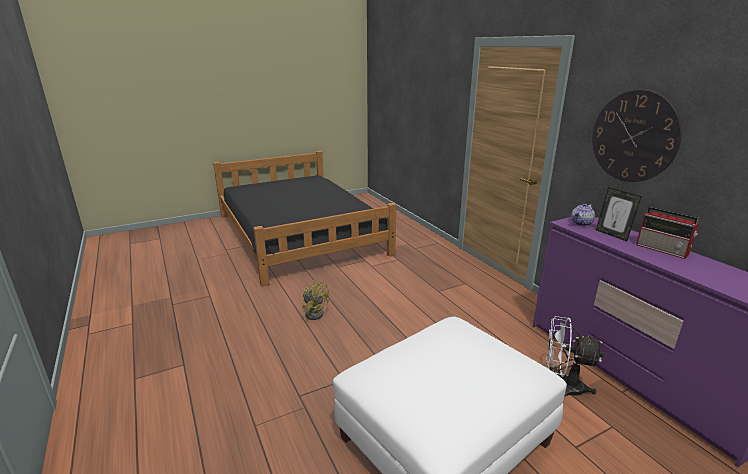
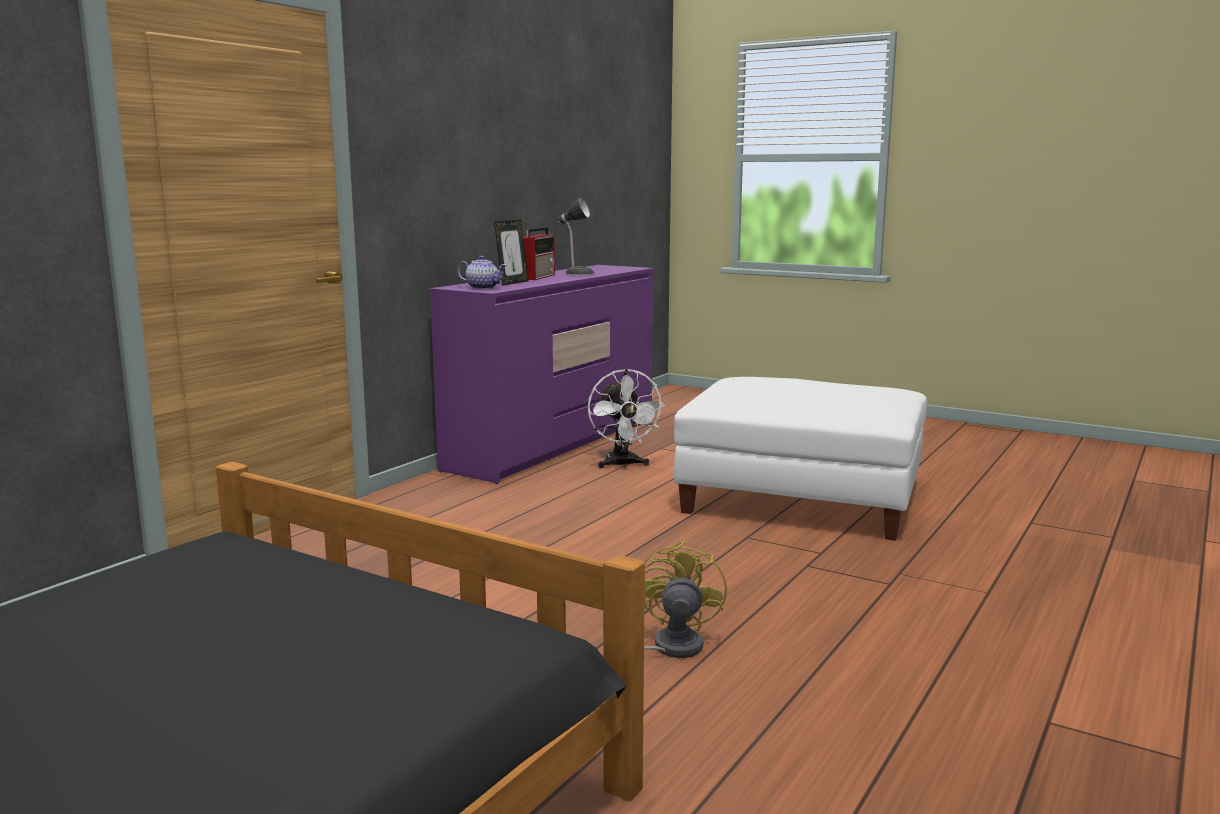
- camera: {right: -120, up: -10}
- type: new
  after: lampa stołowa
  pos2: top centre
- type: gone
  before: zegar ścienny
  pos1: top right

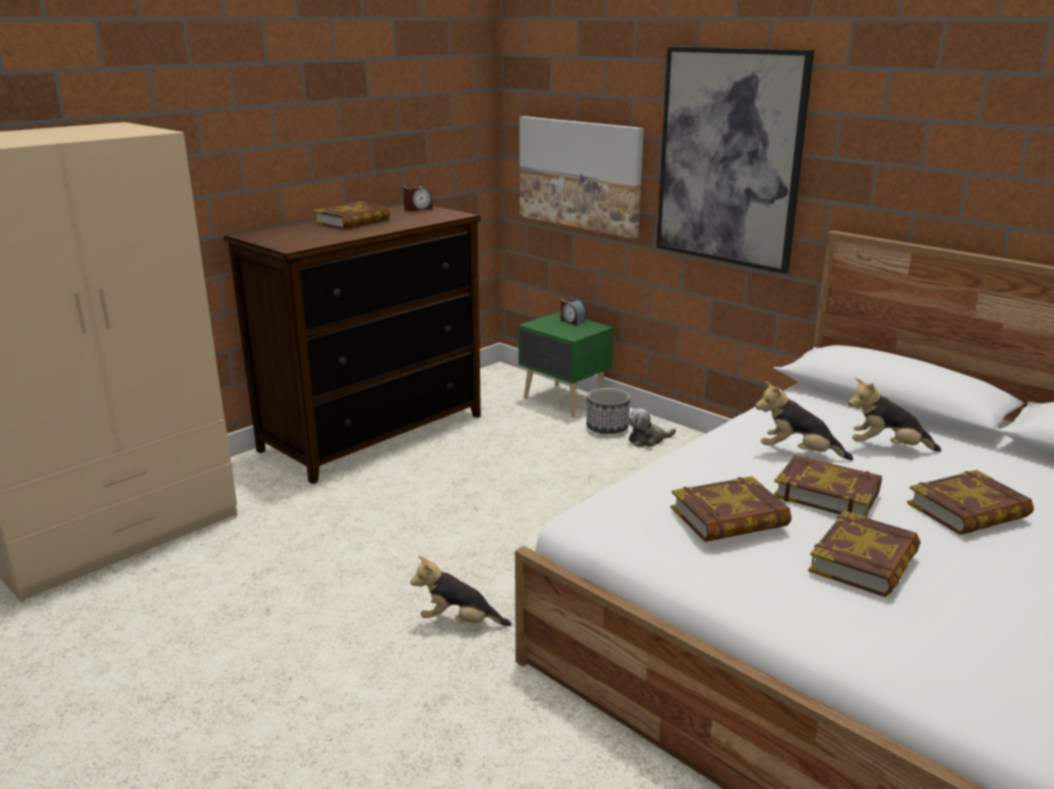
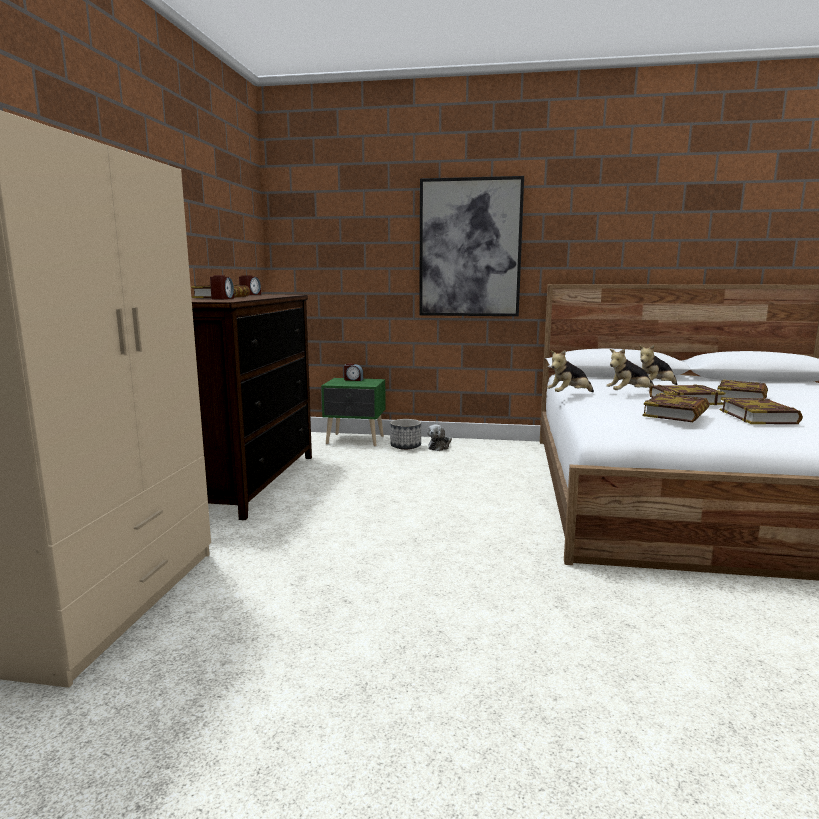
- camera: {right: -35, up: -10}
- type: new
  after: budzik (no. 1 from left)
  pos2: middle left
- type: shifted
  before: pluszak (no. 1 from left in the first image)
  after: pluszak (no. 2 from left)
  pos1: bottom centre
  pos2: middle right
- type: gone
  before: obraz (no. 1 from left)
  pos1: top centre

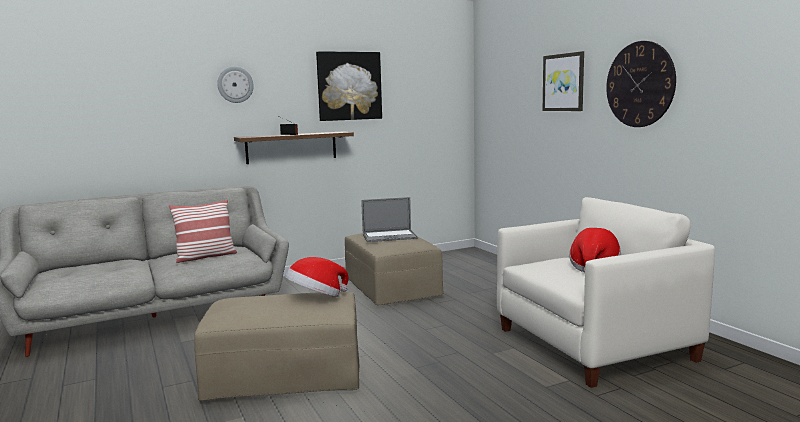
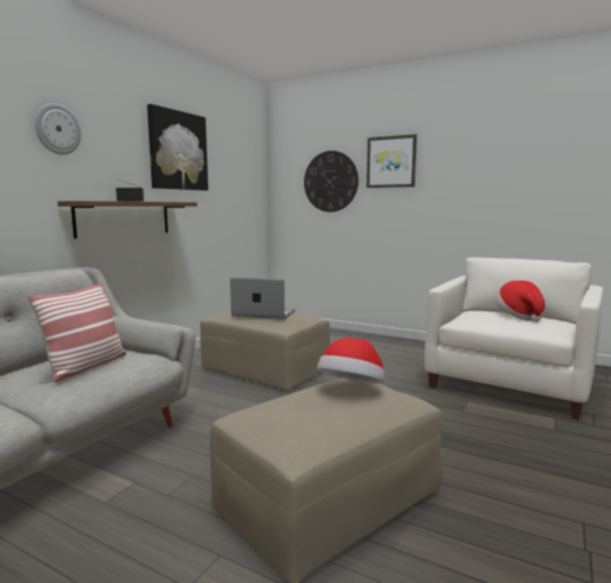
- camera: {right: -35, up: 0}
- type: rotated
  before: laptop
  pos1: centre
  pos2: centre
  turn: -120
- type: shifted
  before: zegar ścienny (no. 2 from left)
  pos1: top right
  pos2: top centre

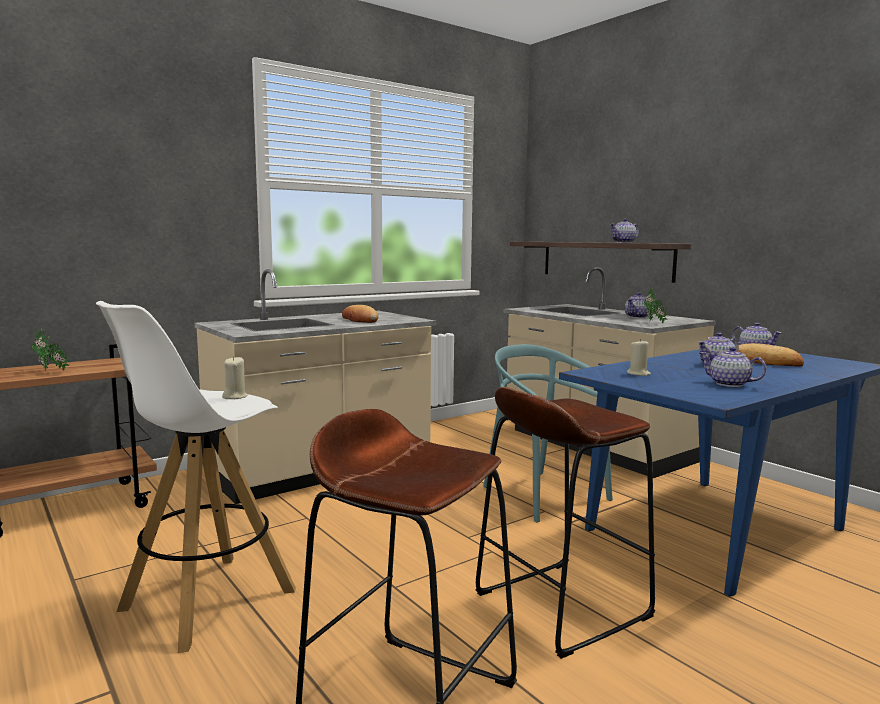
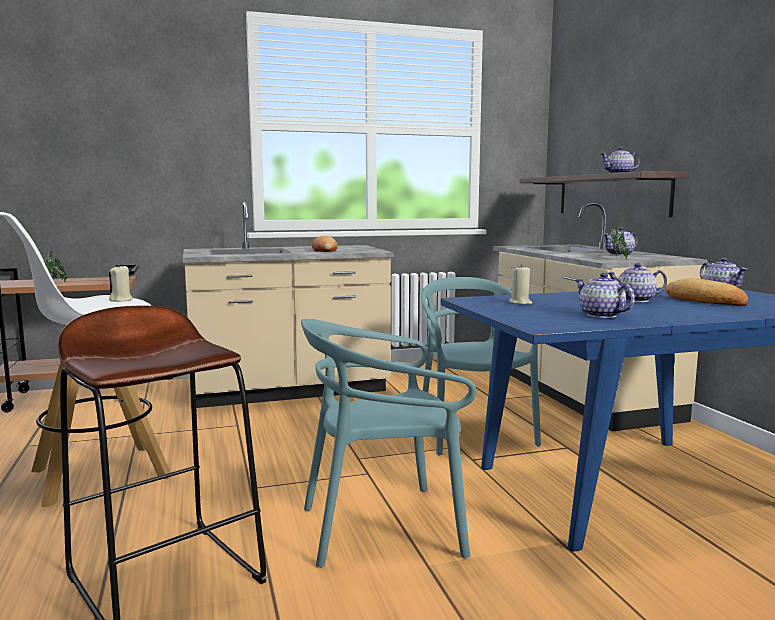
- camera: {right: 20, up: 0}
- type: swapped
  before: stołek/brązowy (no. 2 from left)
  after: krzesło/turkusowy (no. 1 from left)
  pos1: bottom centre
  pos2: bottom centre

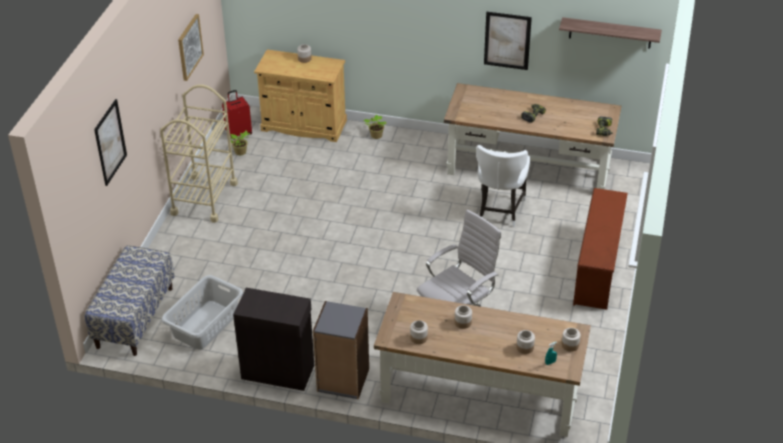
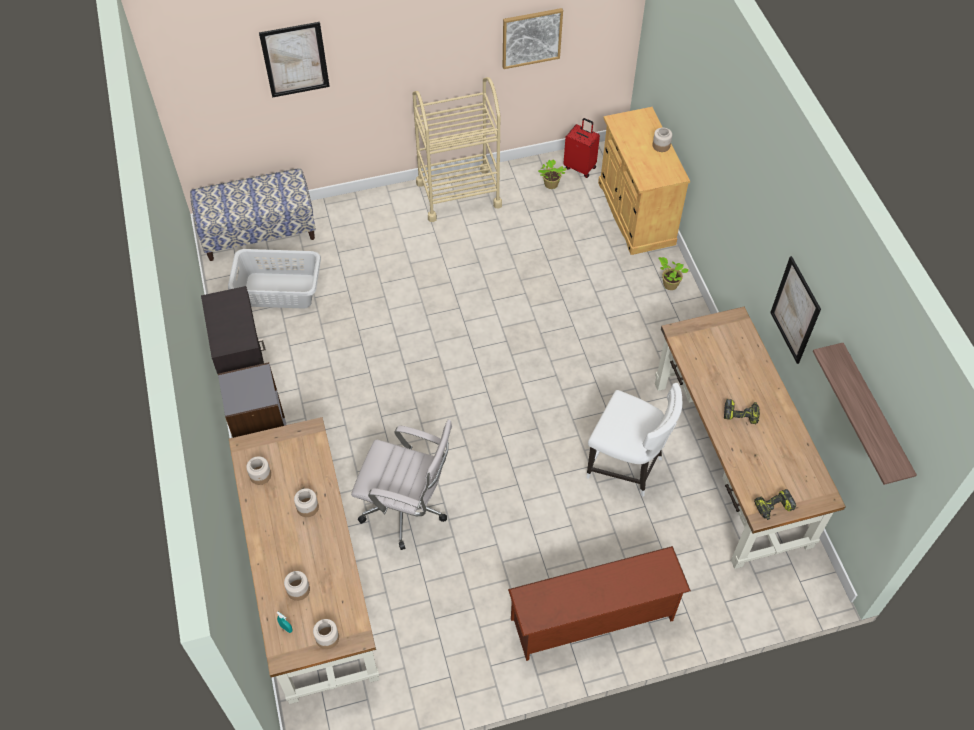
- camera: {right: 60, up: 15}
- type: rotated
  before: krzesło/biały
  pos1: centre
  pos2: centre
  turn: -135

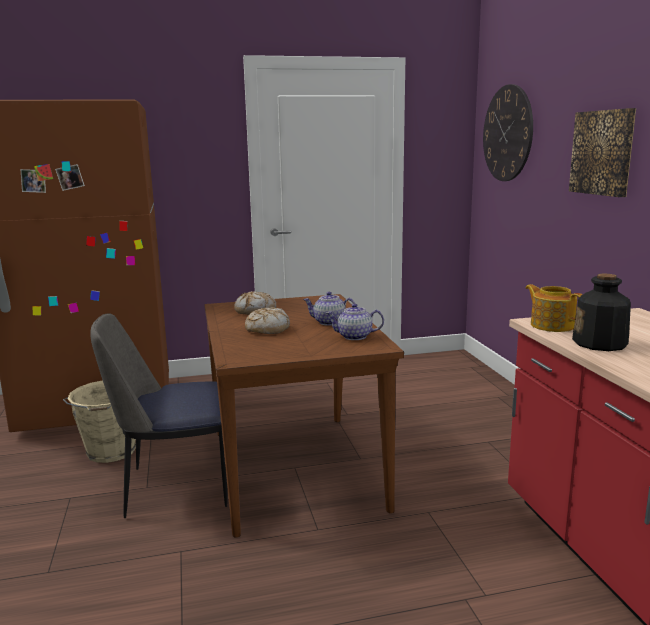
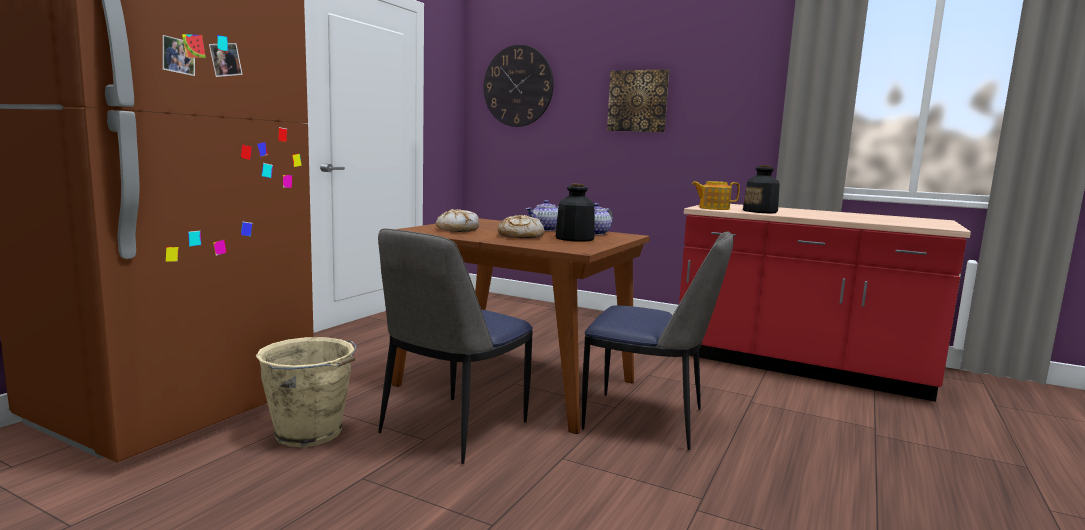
- camera: {right: -50, up: -5}
- type: new
  after: butelka (no. 1 from left)
  pos2: centre
- type: new
  after: krzesło (no. 2 from left)
  pos2: centre

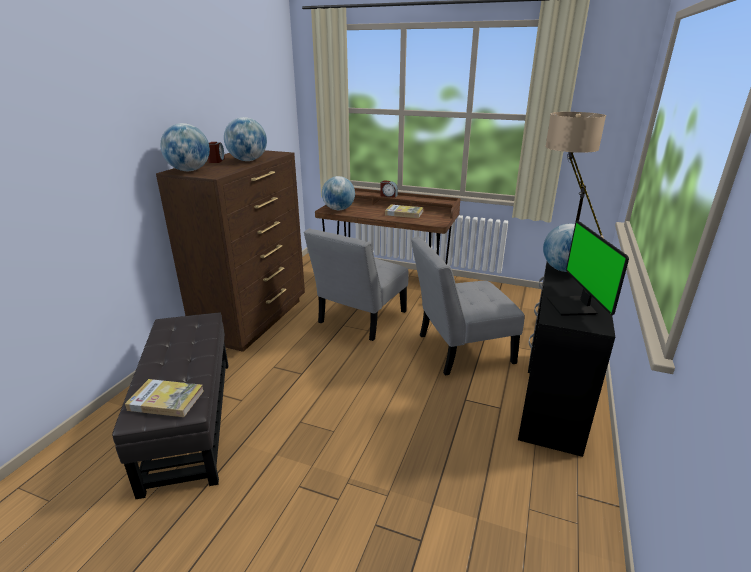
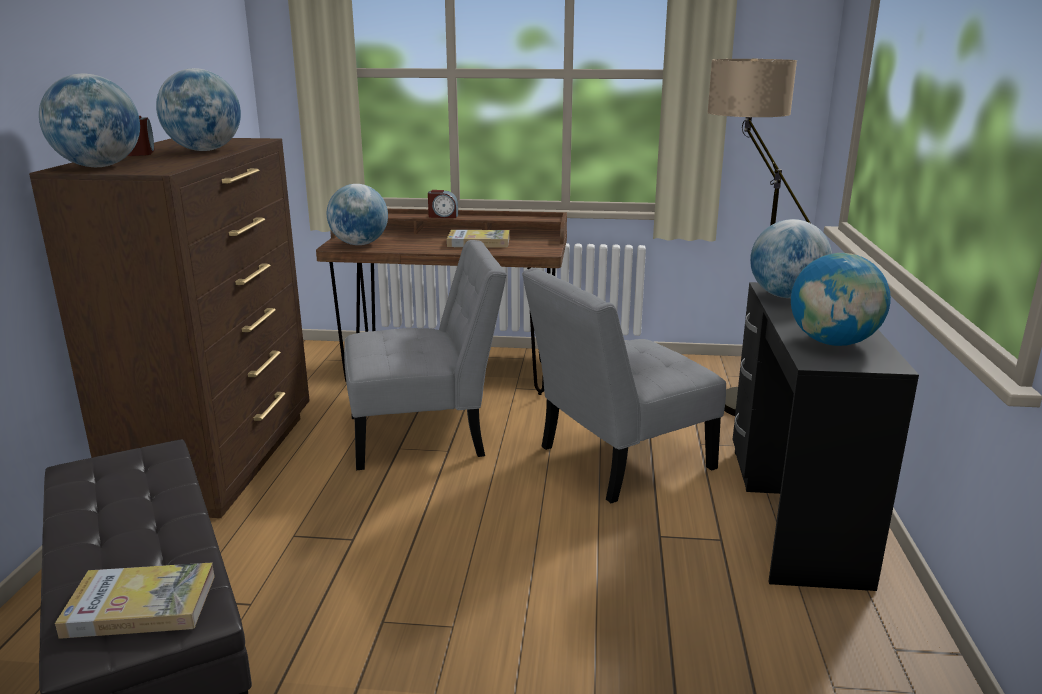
- camera: {right: -15, up: -5}
- type: rotated
  before: krzesło/szary (no. 1 from left)
  pos1: centre
  pos2: centre
  turn: -120
- type: swapped
  before: monitor
  after: globus (no. 5 from left)
  pos1: middle right
  pos2: middle right

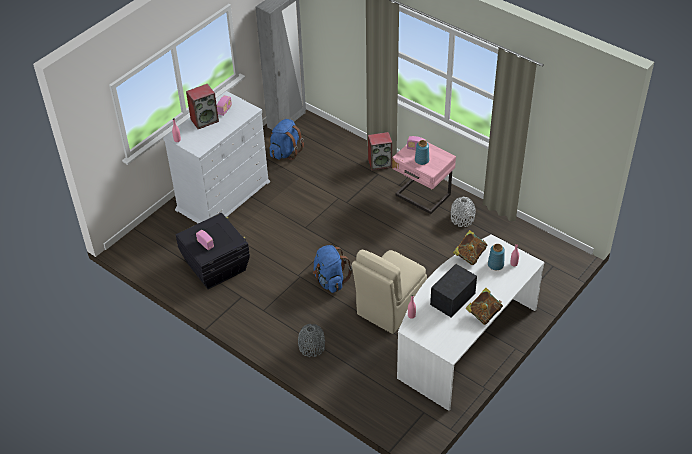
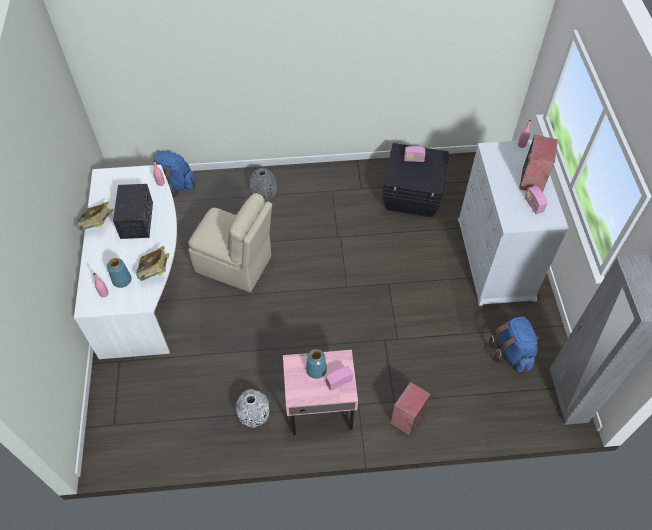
- camera: {right: 135, up: 10}
- type: shifted
  before: plecak/niebieski (no. 2 from left in the first image)
  after: plecak/niebieski (no. 1 from left)
  pos1: centre
  pos2: top left
- type: rotated
  before: krzesło/beżowy
  pos1: centre
  pos2: centre
  turn: 120

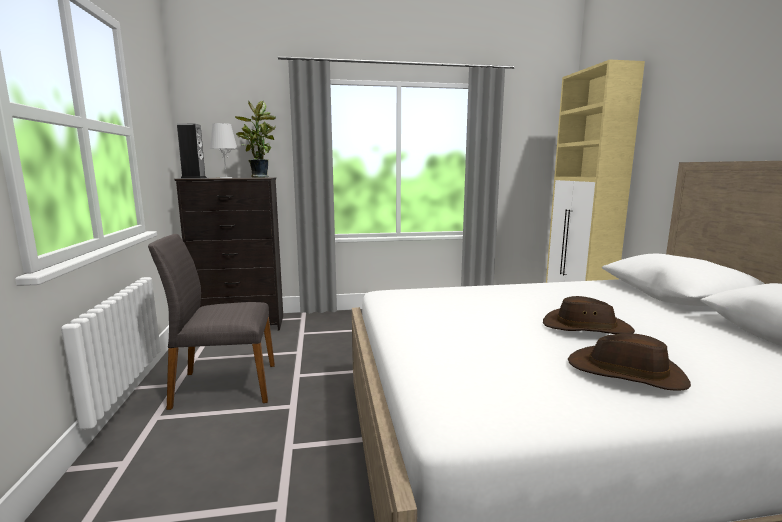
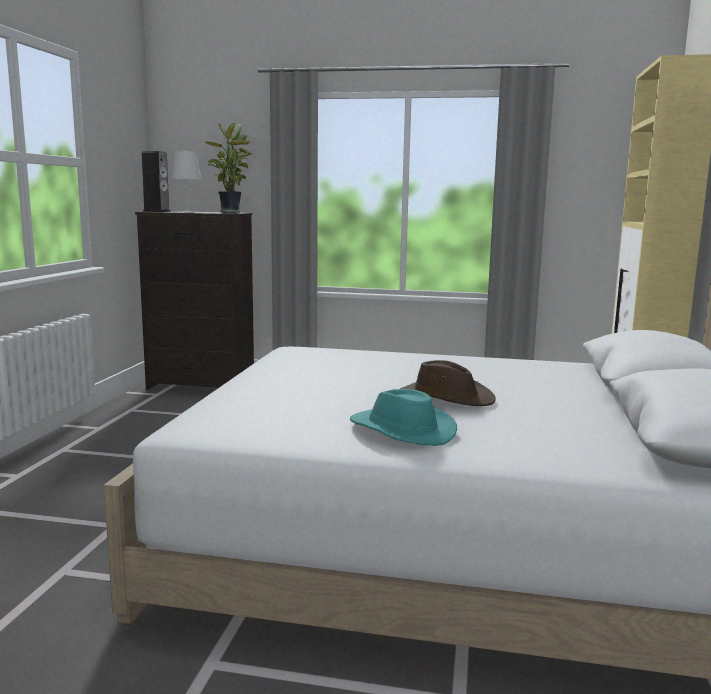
- camera: {right: 20, up: 0}
- type: repainted
  before: kapelusz/brązowy (no. 2 from left)
  after: kapelusz/turkusowy
  pos1: bottom right
  pos2: centre
- type: gone
  before: krzesło/szary
  pos1: middle left

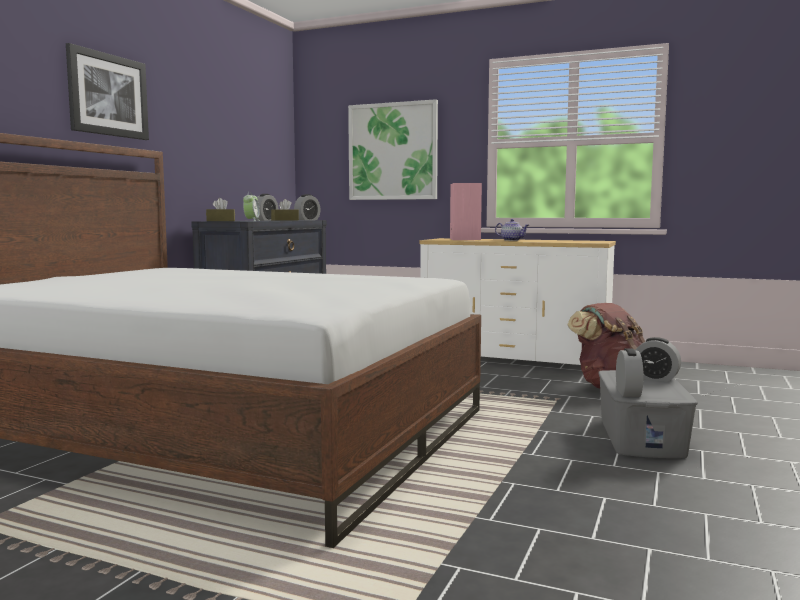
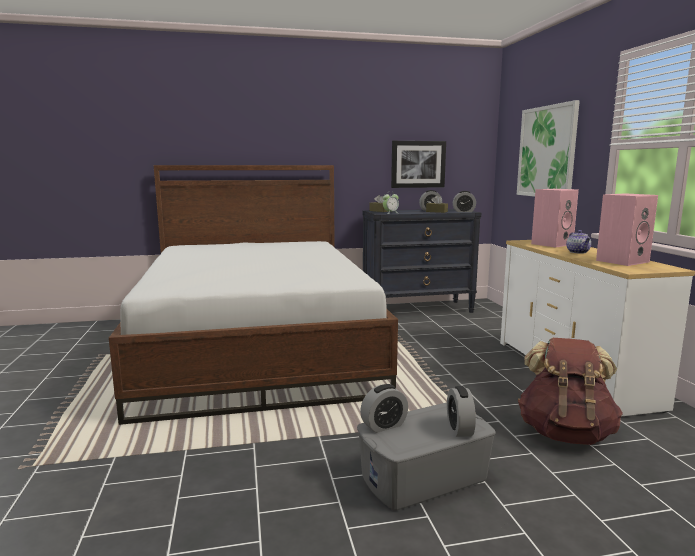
- camera: {right: 55, up: 5}
- type: shifted
  before: obraz (no. 1 from left)
  pos1: top left
  pos2: top centre
- type: new
  after: głośnik/różowy (no. 2 from left)
  pos2: middle right

